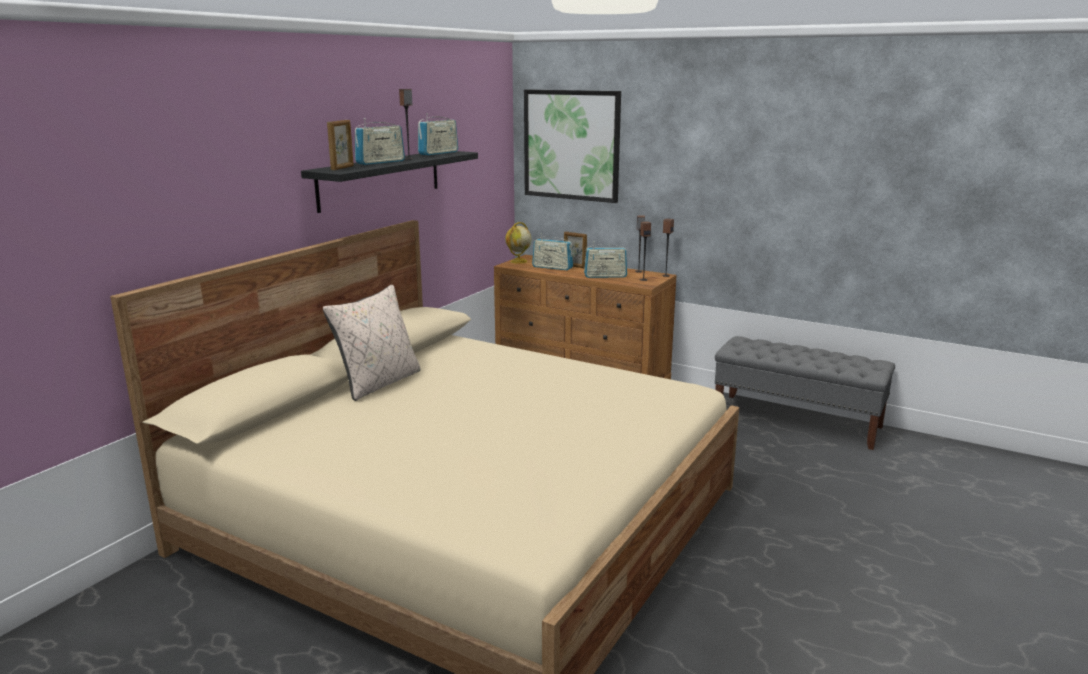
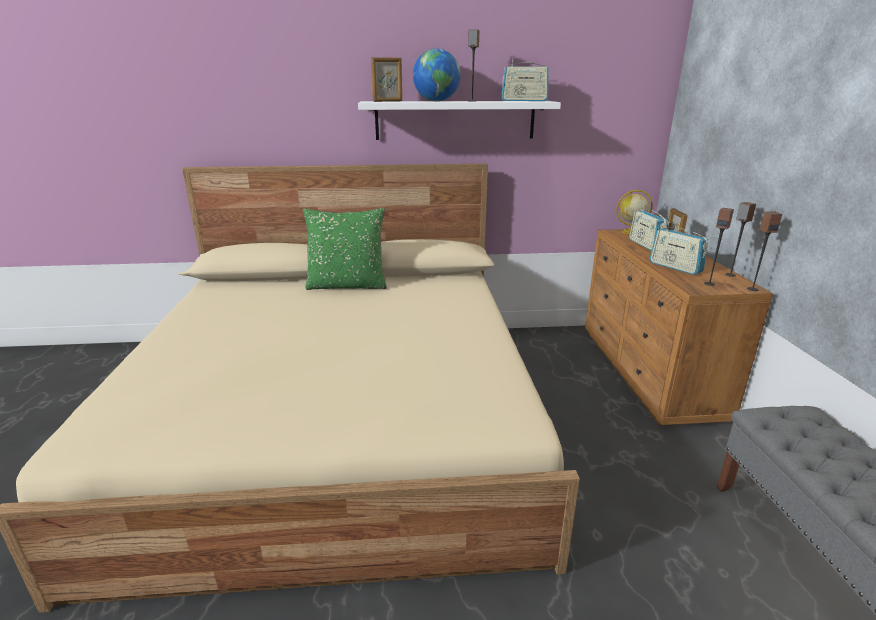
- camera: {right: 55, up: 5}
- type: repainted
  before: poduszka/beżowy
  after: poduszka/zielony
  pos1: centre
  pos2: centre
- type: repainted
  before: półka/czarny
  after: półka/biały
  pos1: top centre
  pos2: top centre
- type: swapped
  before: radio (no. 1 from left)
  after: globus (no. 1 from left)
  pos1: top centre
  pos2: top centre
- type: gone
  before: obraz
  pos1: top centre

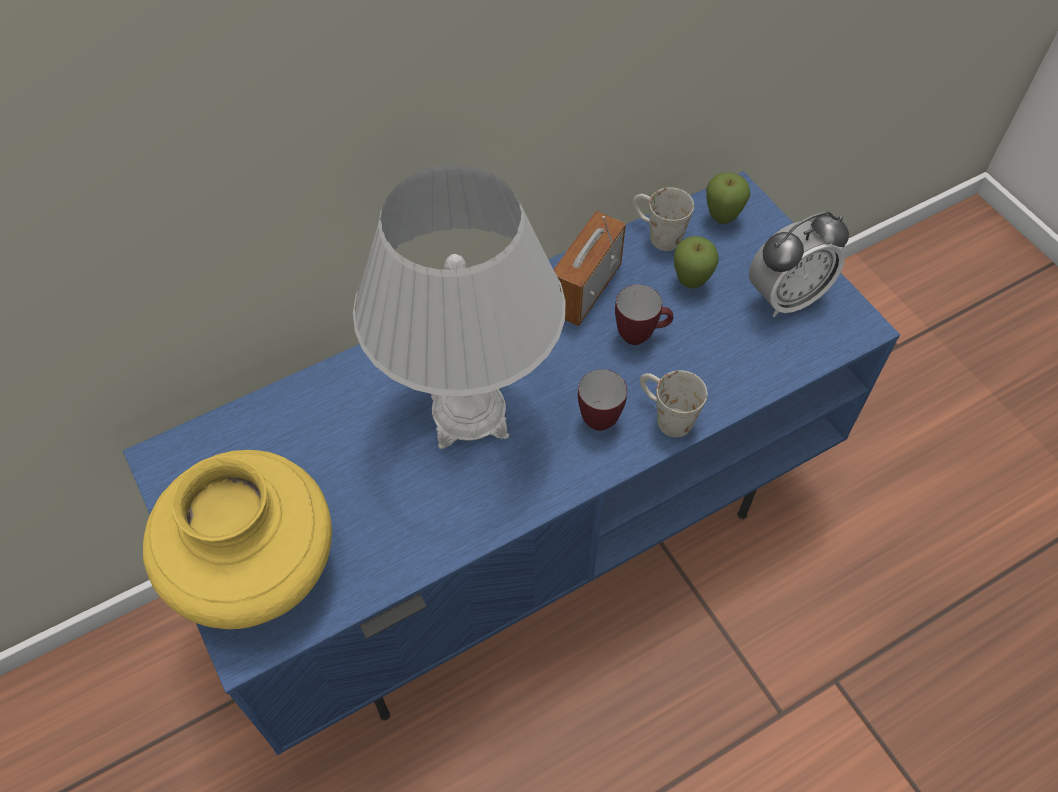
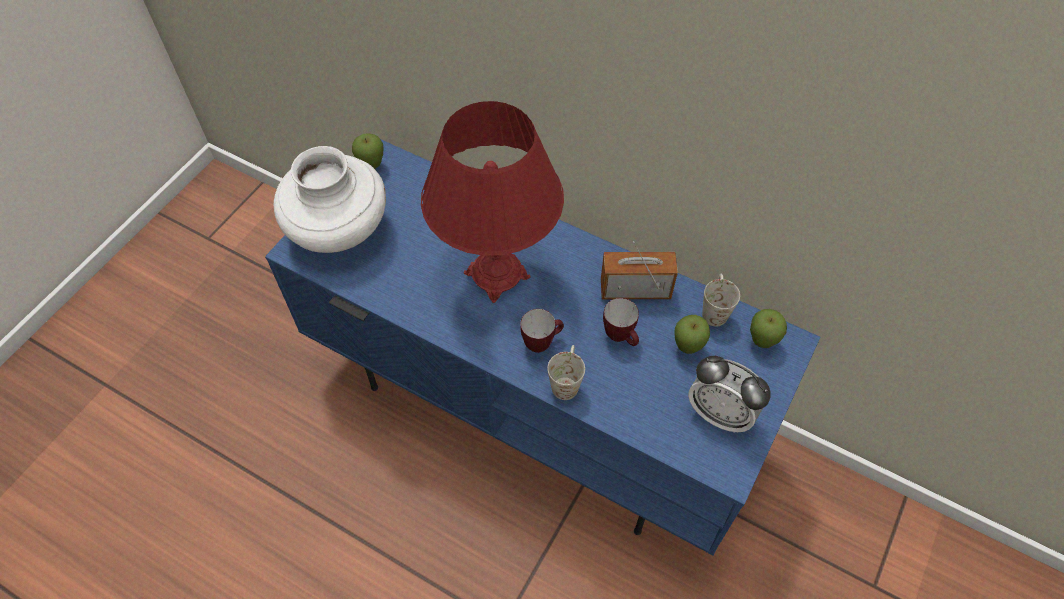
- camera: {right: 60, up: 0}
- type: repainted
  before: wazon/żółty
  after: wazon/biały
  pos1: bottom left
  pos2: top left
- type: new
  after: jabłko (no. 1 from left)
  pos2: top centre
- type: repainted
  before: lampa stołowa/biały
  after: lampa stołowa/czerwony
  pos1: centre
  pos2: centre

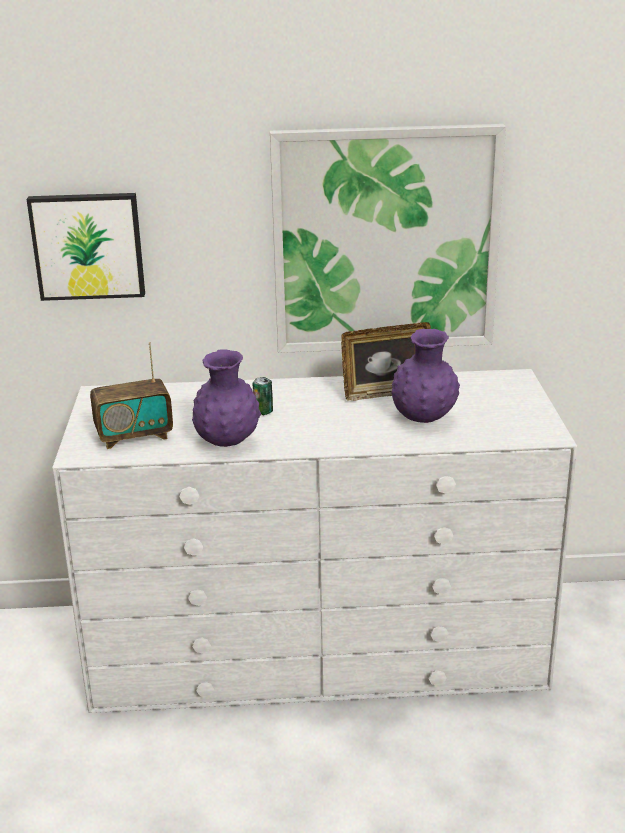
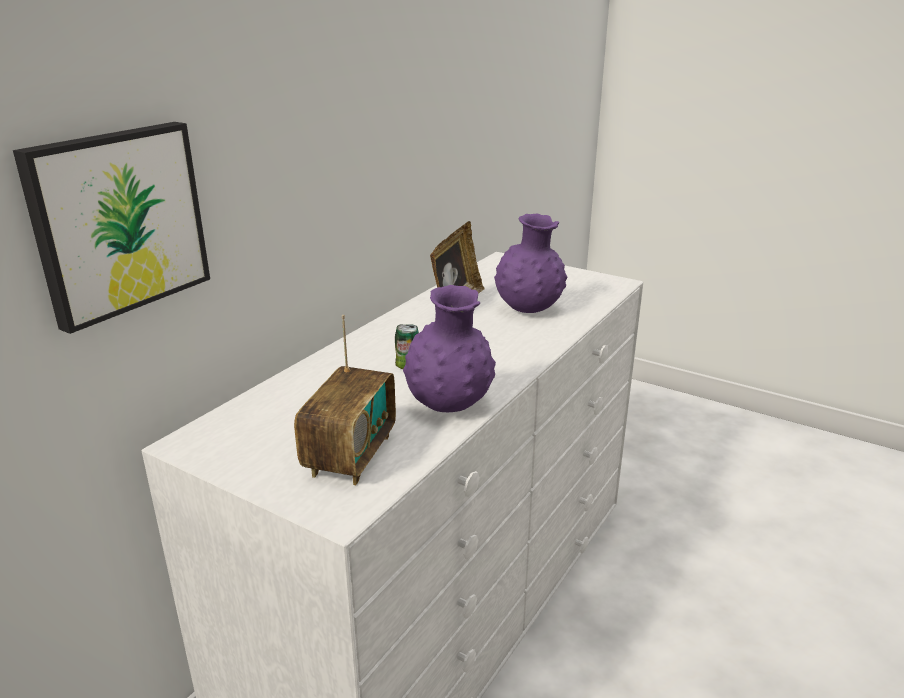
- camera: {right: -55, up: 0}
- type: gone
  before: obraz (no. 2 from left)
  pos1: top centre

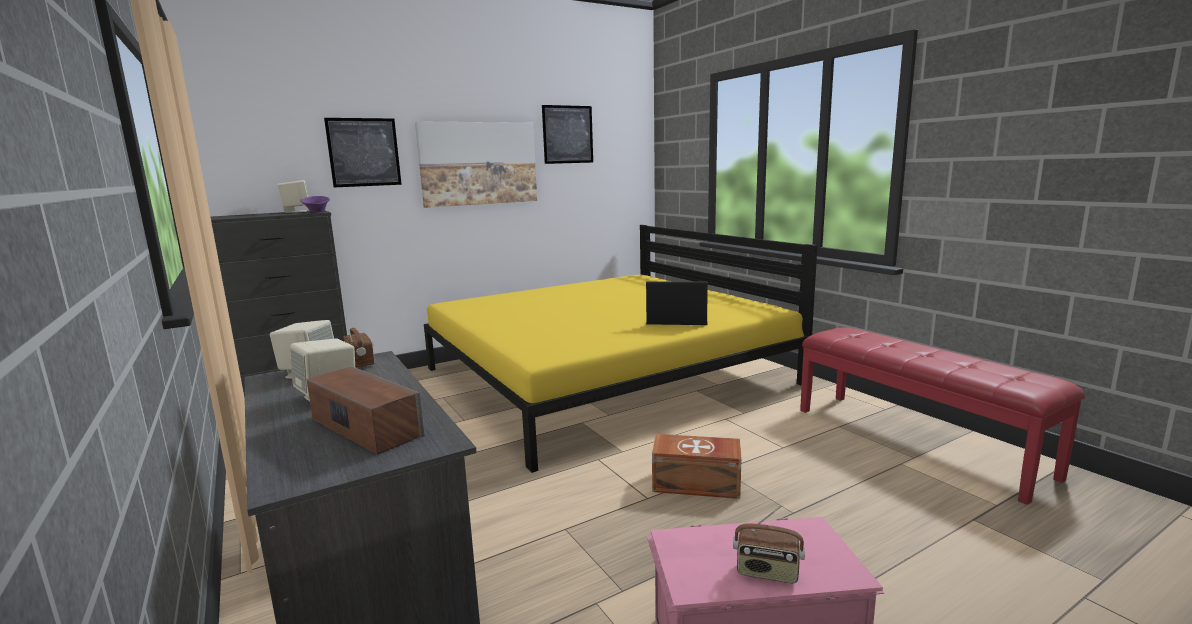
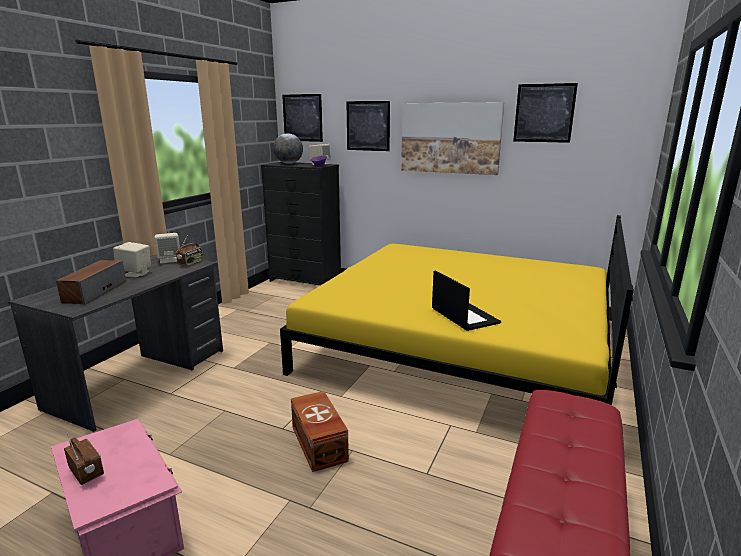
- camera: {right: 55, up: 5}
- type: rotated
  before: radio (no. 2 from left in the first image)
  pos1: bottom centre
  pos2: bottom left
  turn: 150
- type: new
  after: globus
  pos2: top centre
- type: new
  after: obraz (no. 1 from left)
  pos2: top centre

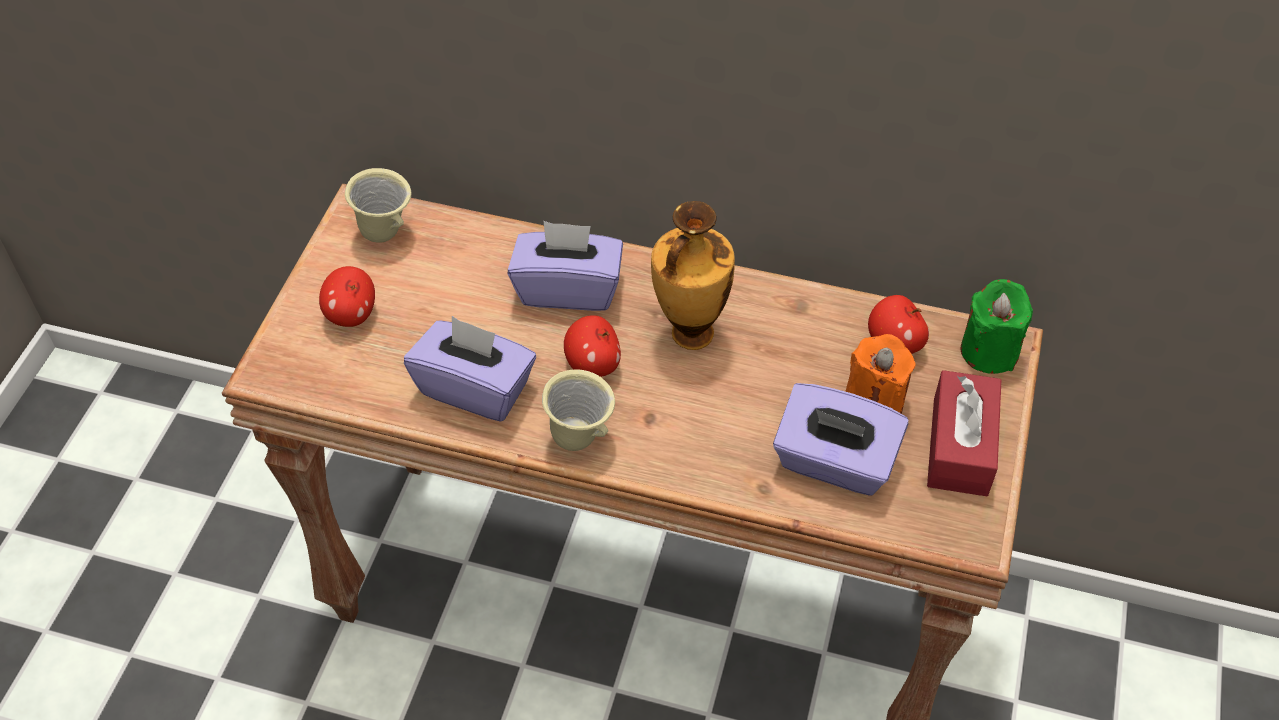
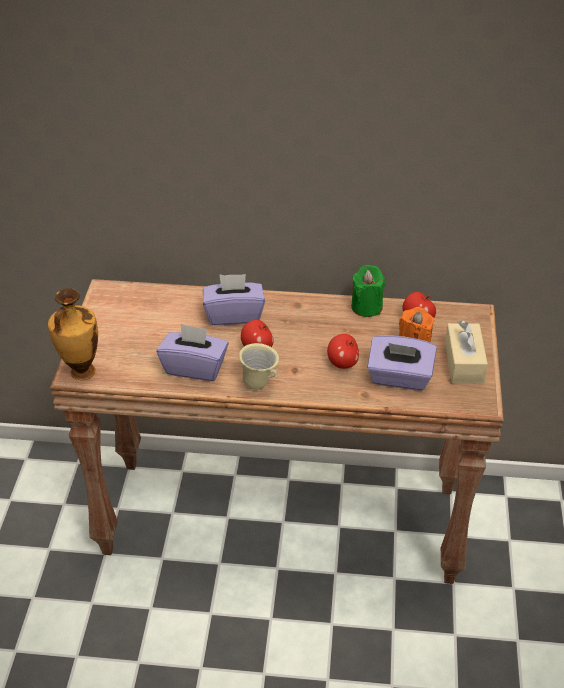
- camera: {right: -10, up: -10}
- type: shifted
  before: wazon
  pos1: centre
  pos2: middle left
- type: shifted
  before: jabłko (no. 1 from left in the first image)
  after: jabłko (no. 2 from left)
  pos1: middle left
  pos2: centre
- type: shifted
  before: świeca/zielony
  pos1: middle right
  pos2: centre
- type: repainted
  before: pudełko chusteczek/czerwony
  after: pudełko chusteczek/beżowy
  pos1: middle right
  pos2: middle right
- type: gone
  before: kubek/beżowy (no. 1 from left)
  pos1: top left

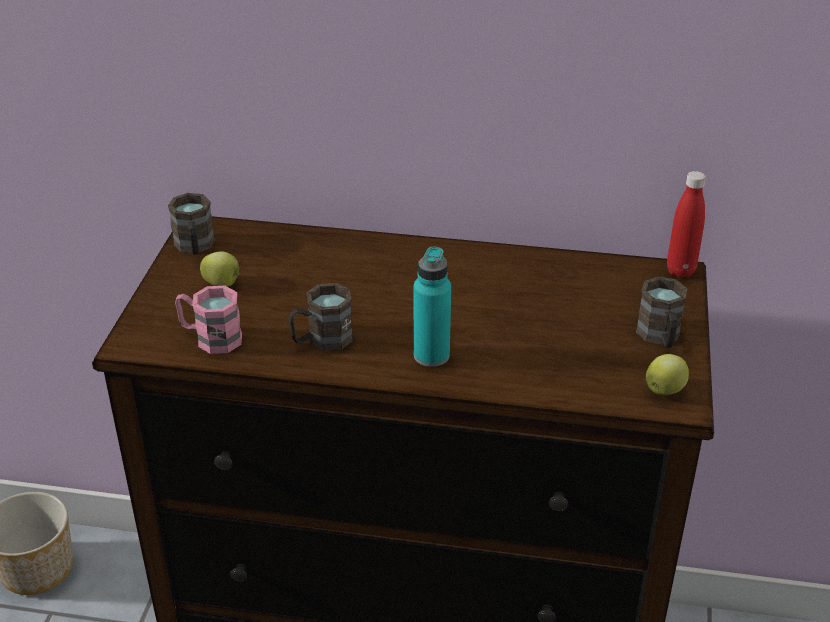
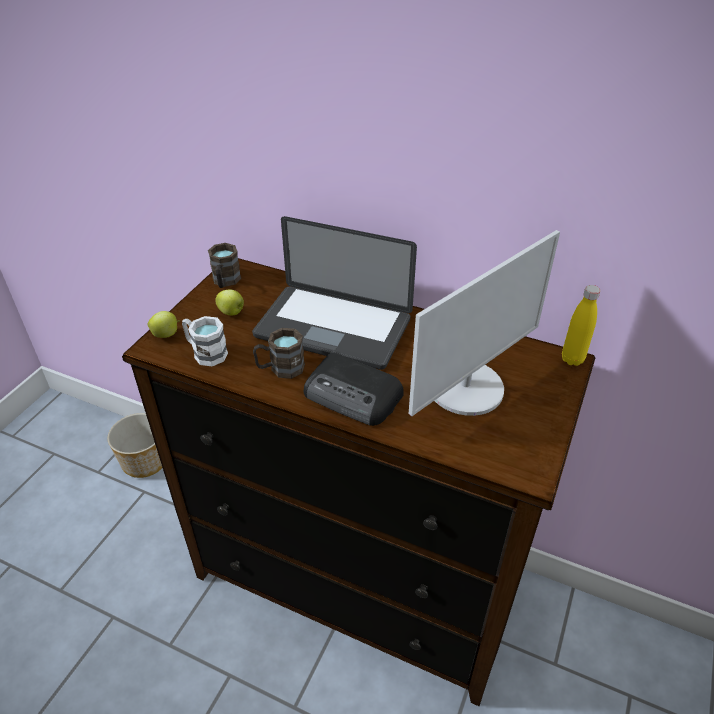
- camera: {right: 15, up: 5}
- type: shifted
  before: jabłko (no. 2 from left in the first image)
  after: jabłko (no. 1 from left)
  pos1: middle right
  pos2: middle left
- type: repainted
  before: kubek/różowy
  after: kubek/biały
  pos1: middle left
  pos2: middle left
- type: new
  after: laptop
  pos2: centre
- type: swapped
  before: butelka/turkusowy
  after: radio
  pos1: centre
  pos2: centre
- type: new
  after: monitor
  pos2: middle right
- type: repainted
  before: butelka/czerwony
  after: butelka/żółty
  pos1: middle right
  pos2: middle right
- type: gone
  before: kubek/brązowy (no. 3 from left)
  pos1: middle right

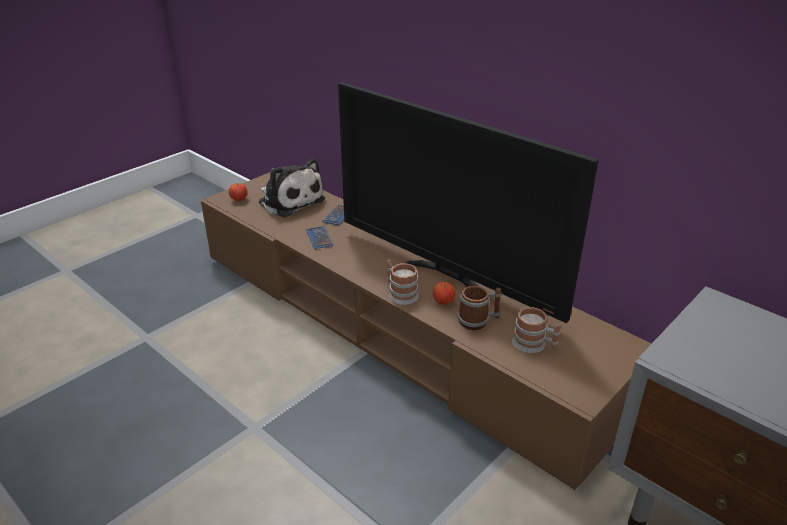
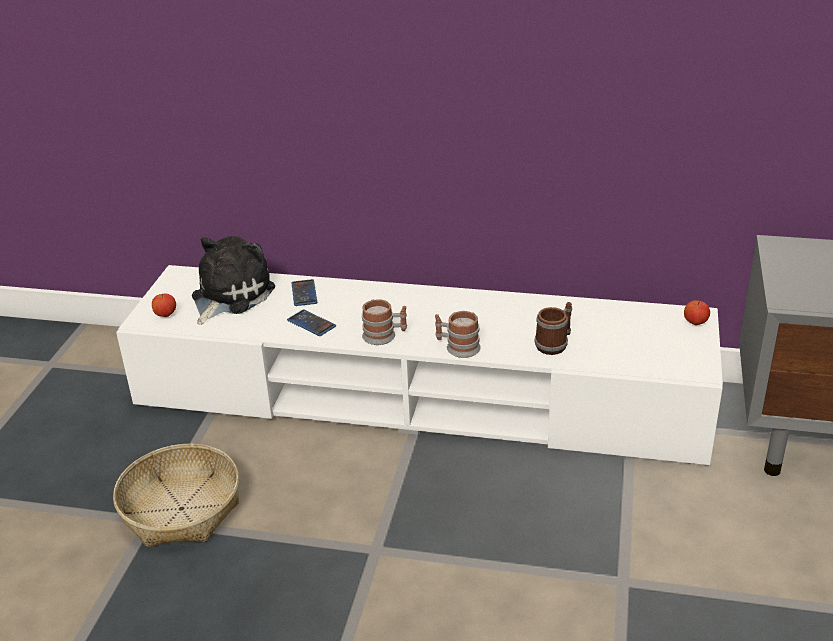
- camera: {right: -30, up: 0}
- type: new
  after: koszyk
  pos2: bottom left
- type: repainted
  before: szafka pod telewizor/brązowy
  after: szafka pod telewizor/biały
  pos1: centre
  pos2: centre
- type: rotated
  before: pluszak
  pos1: centre
  pos2: middle left
  turn: -75
- type: shifted
  before: kubek (no. 3 from left in the first image)
  after: kubek (no. 1 from left)
  pos1: middle right
  pos2: centre
- type: shifted
  before: jabłko (no. 2 from left)
  pos1: centre
  pos2: middle right
- type: gone
  before: telewizor
  pos1: centre

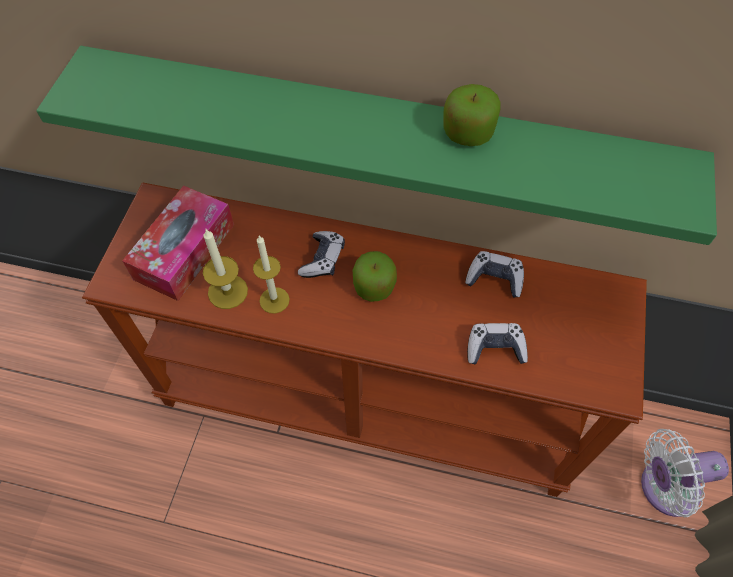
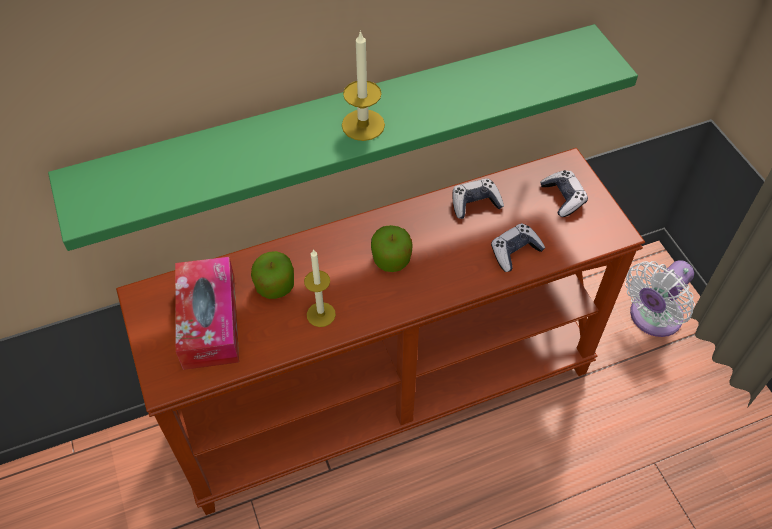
- camera: {right: -35, up: -5}
- type: shifted
  before: jabłko (no. 2 from left in the first image)
  after: jabłko (no. 1 from left)
  pos1: top centre
  pos2: centre
- type: shifted
  before: świeca (no. 1 from left in the first image)
  after: świeca (no. 2 from left)
  pos1: middle left
  pos2: top centre
- type: shifted
  before: pad do gier (no. 1 from left in the first image)
  after: pad do gier (no. 3 from left)
  pos1: centre
  pos2: middle right

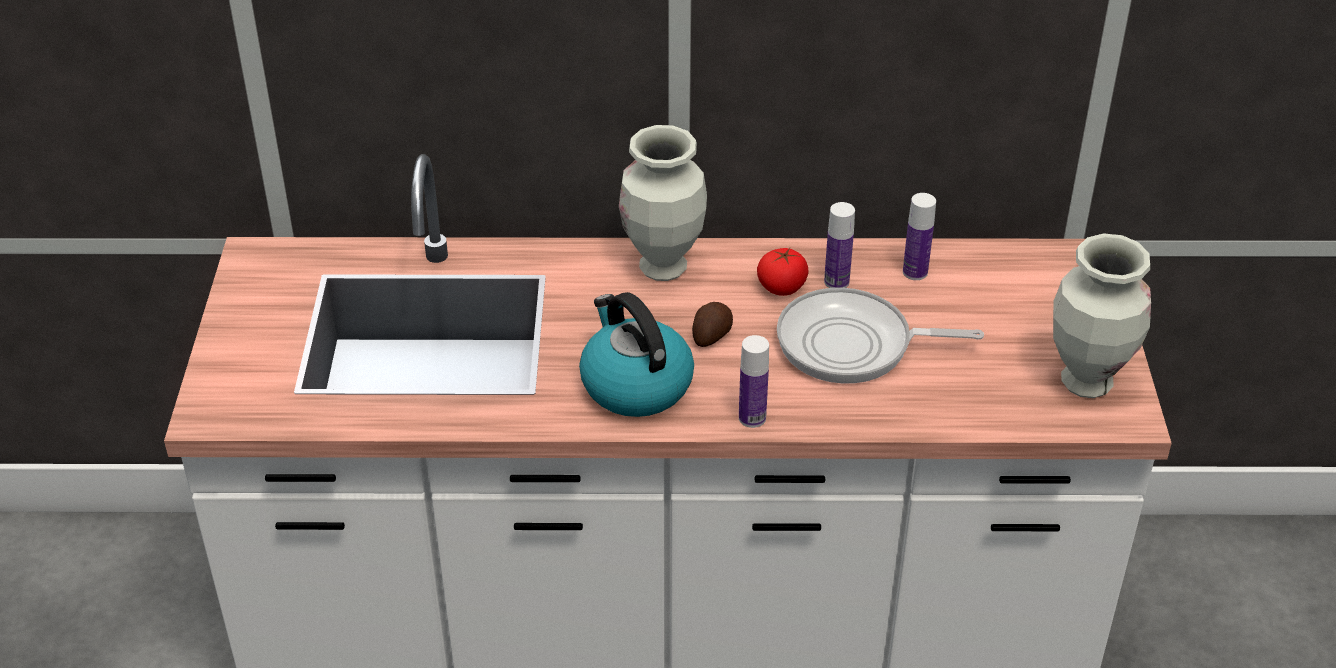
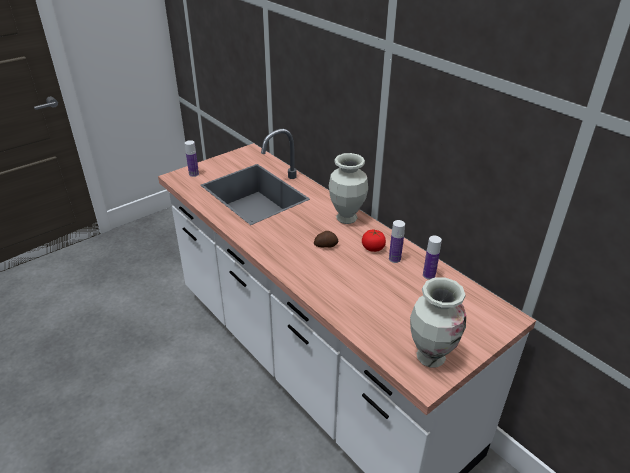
- camera: {right: 50, up: -5}
- type: shifted
  before: butelka (no. 1 from left)
  pos1: centre
  pos2: middle left
- type: gone
  before: czajnik
  pos1: centre
- type: gone
  before: patelnia
  pos1: centre

